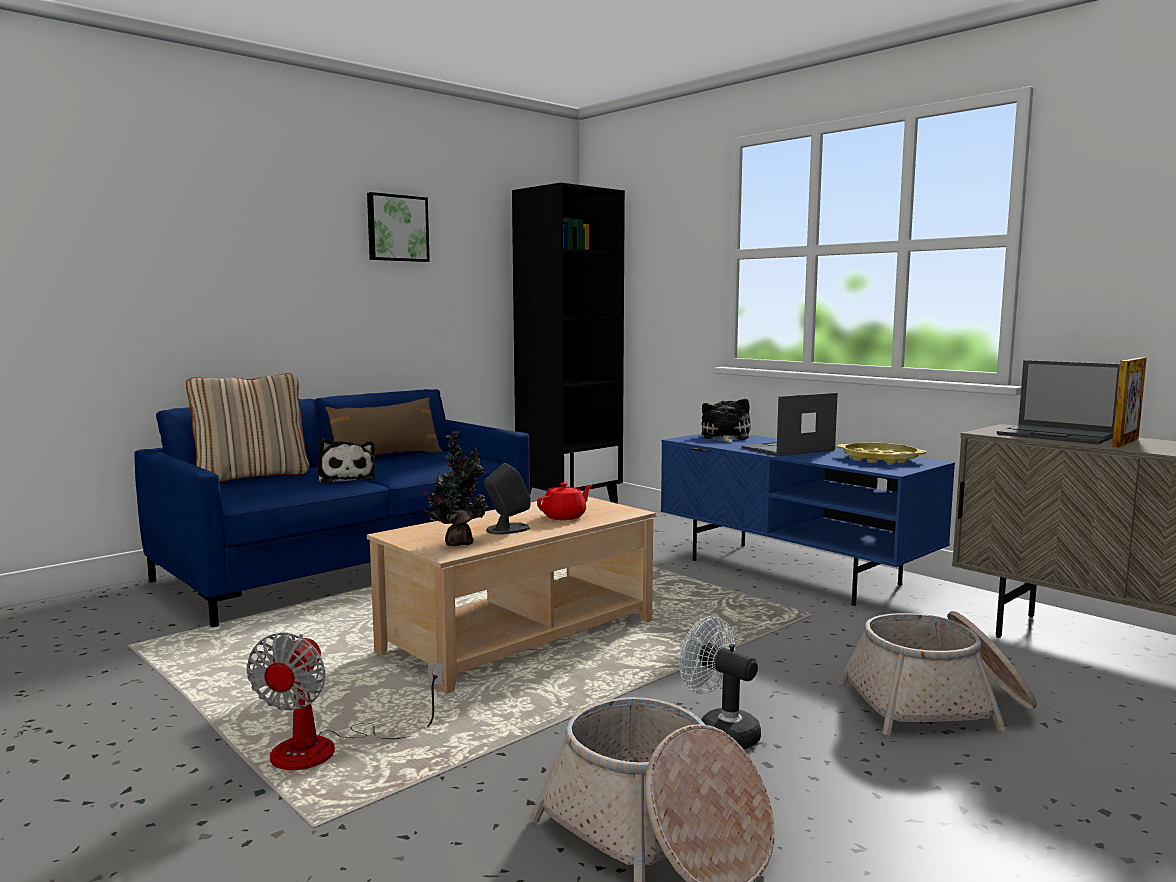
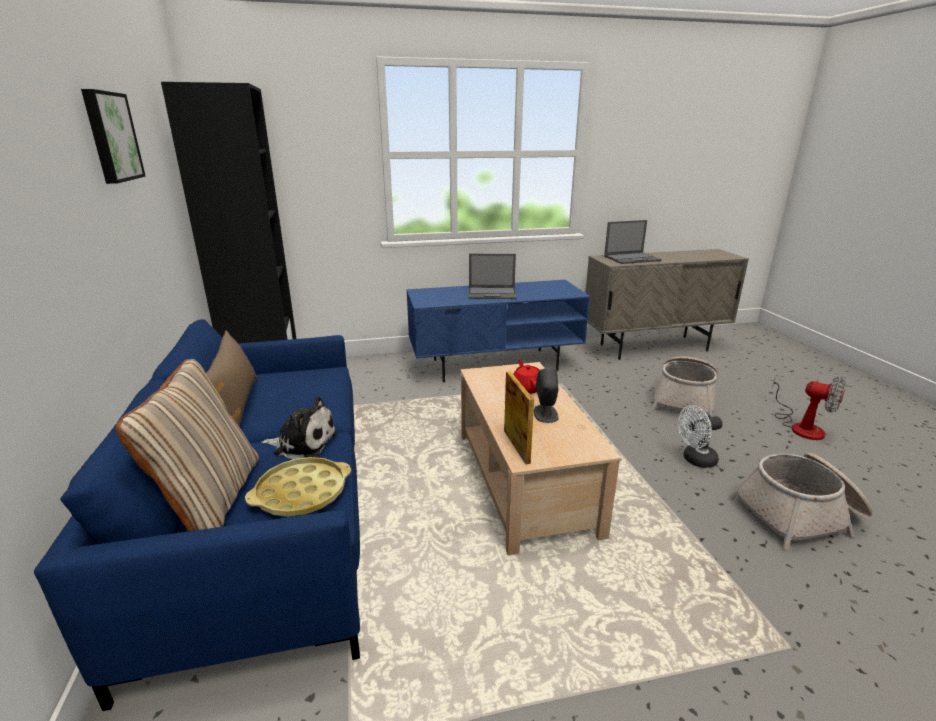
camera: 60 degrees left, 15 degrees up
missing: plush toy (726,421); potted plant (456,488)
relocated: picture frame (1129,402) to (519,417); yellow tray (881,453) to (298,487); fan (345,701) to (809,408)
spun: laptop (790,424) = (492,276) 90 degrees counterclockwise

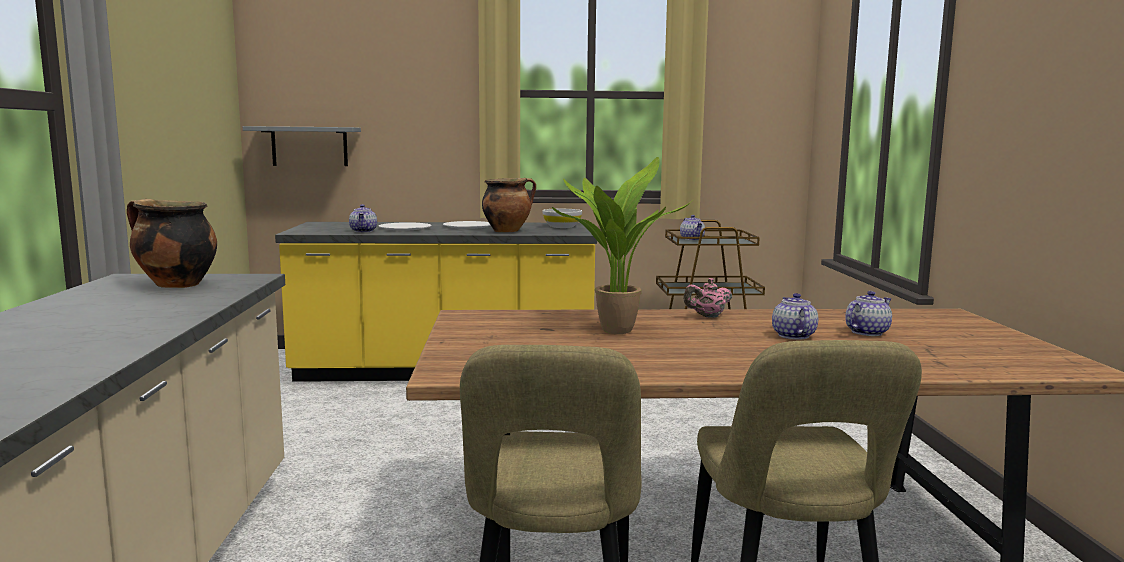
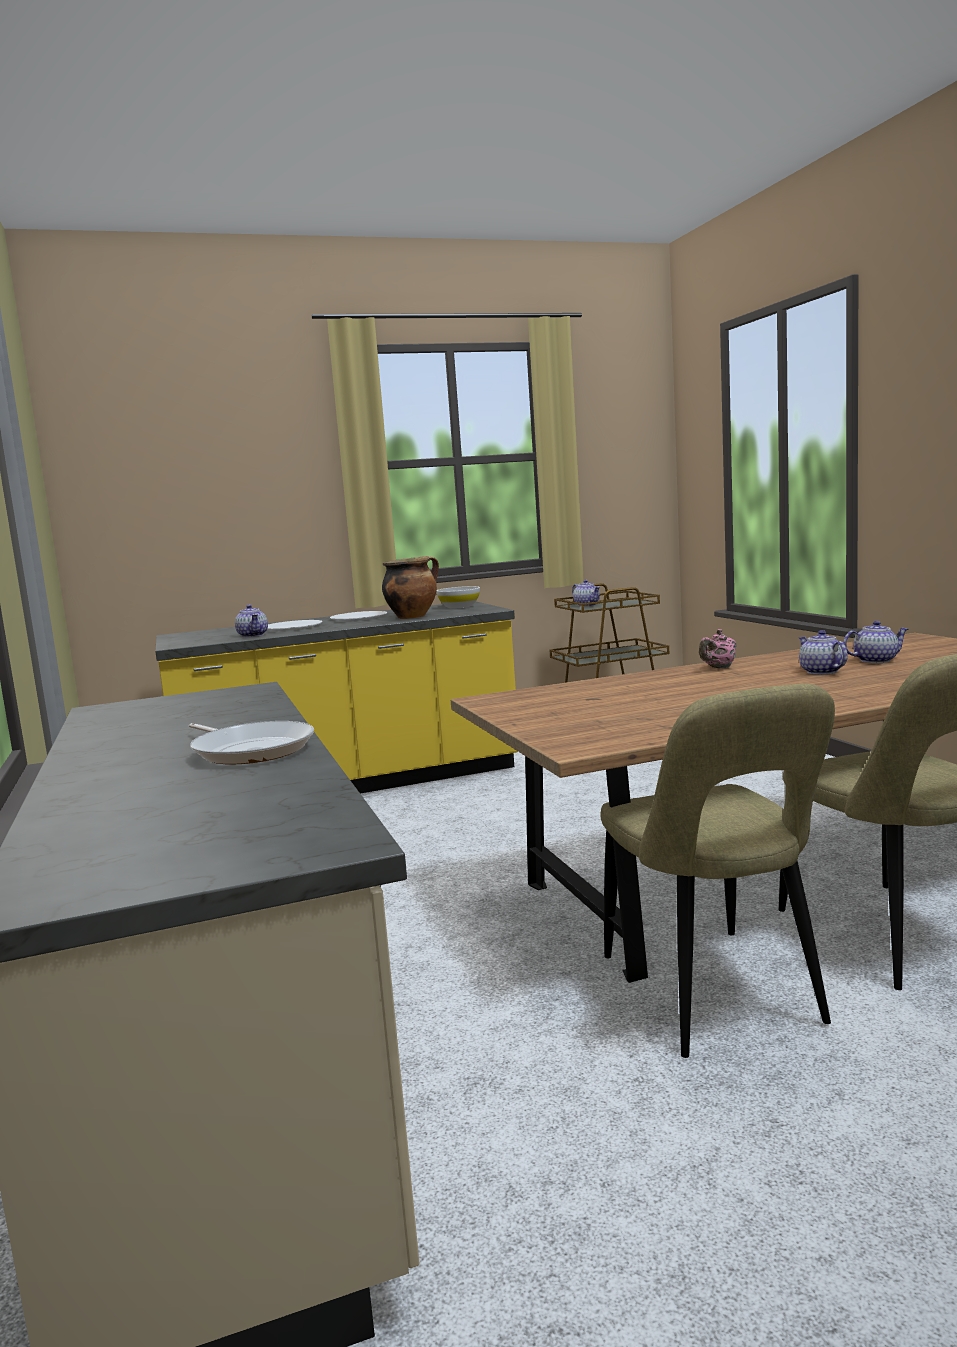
camera: 15 degrees left, 0 degrees up
missing: grey shelf (302,146); potted plant (622,245); cooking pot (172,243)
appeared: frying pan (251,742)
spun: teapot (868,313) = (875,642) 45 degrees clockwise

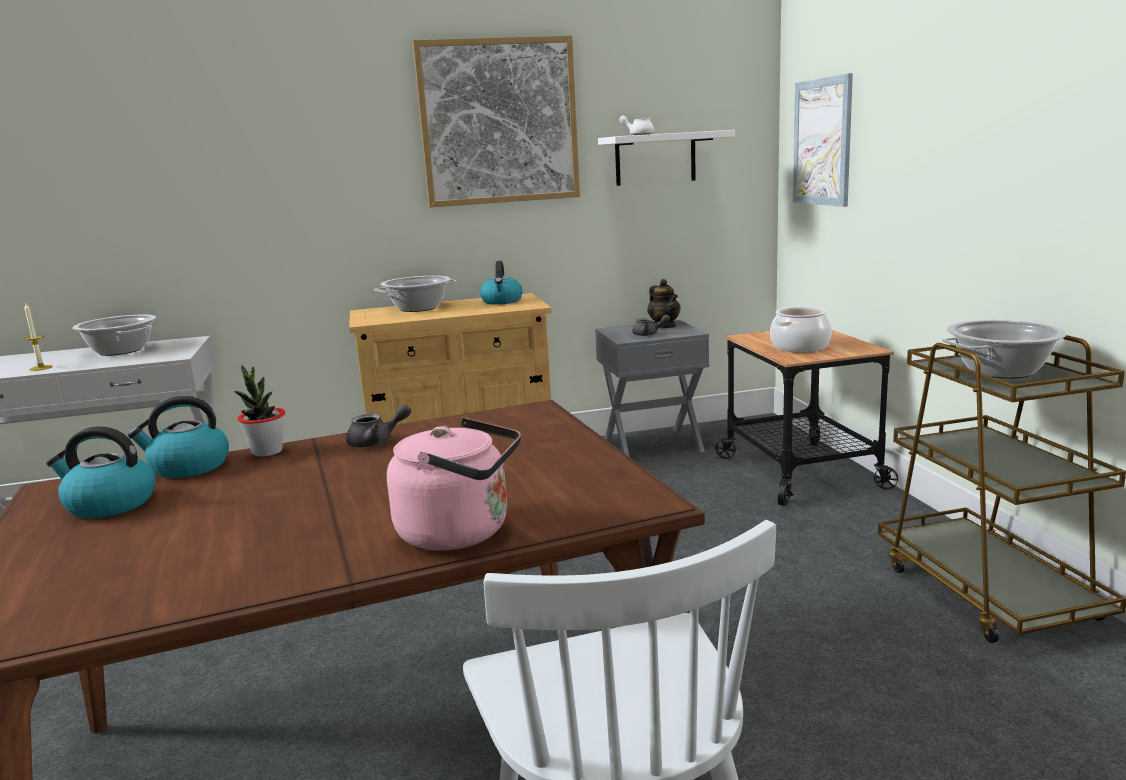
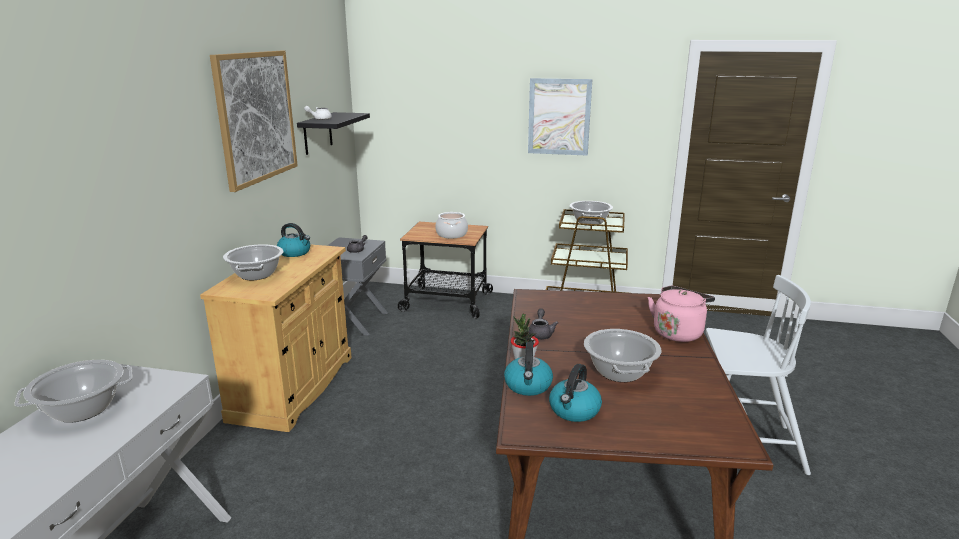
camera: 65 degrees left, 5 degrees up
missing: teapot (664,303); candle (38,337)
appeared: cooking pot (622,355)
relocated: picture (823,140) to (560,117)
colour: white shelf (666,158) to black shelf (333,133)

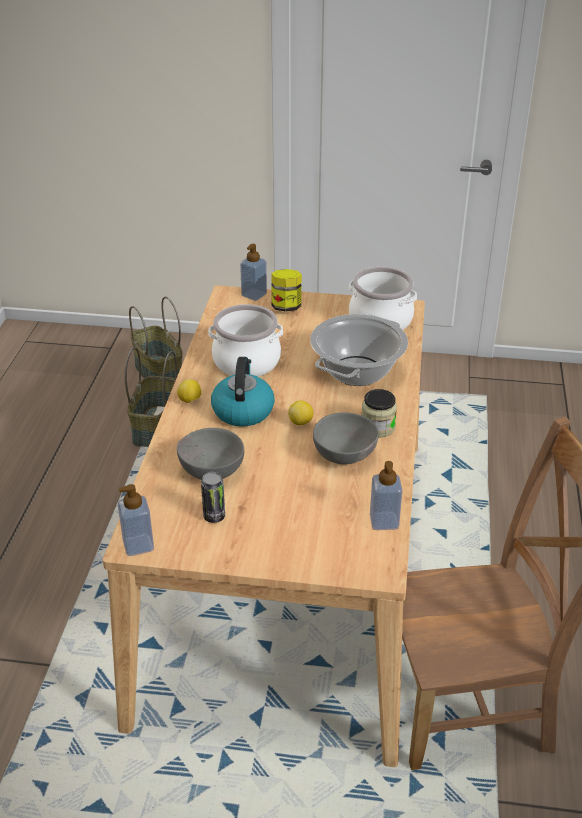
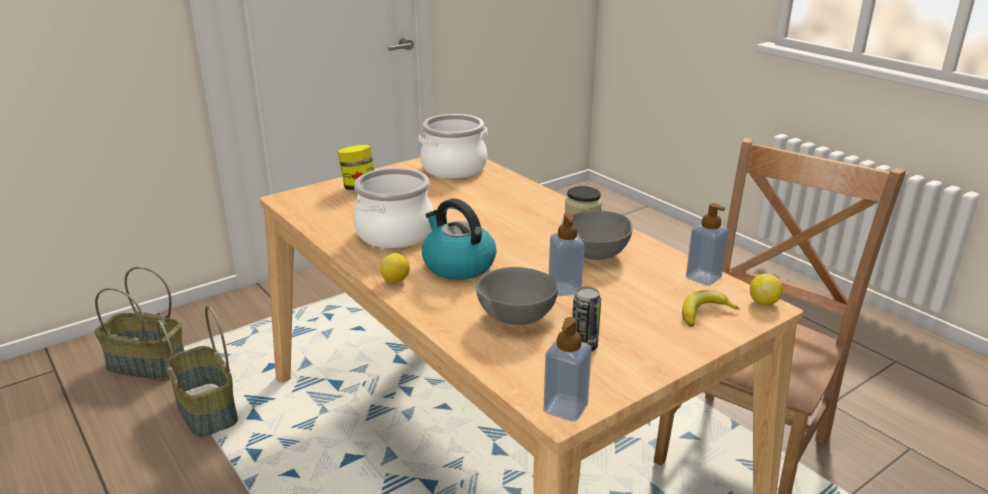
camera: 45 degrees left, 10 degrees down
missing: cooking pot (359,350)
appeared: banana (711,308)
relocated: soap dispenser (253,272) to (566,254); lemon (300,412) to (766,289)

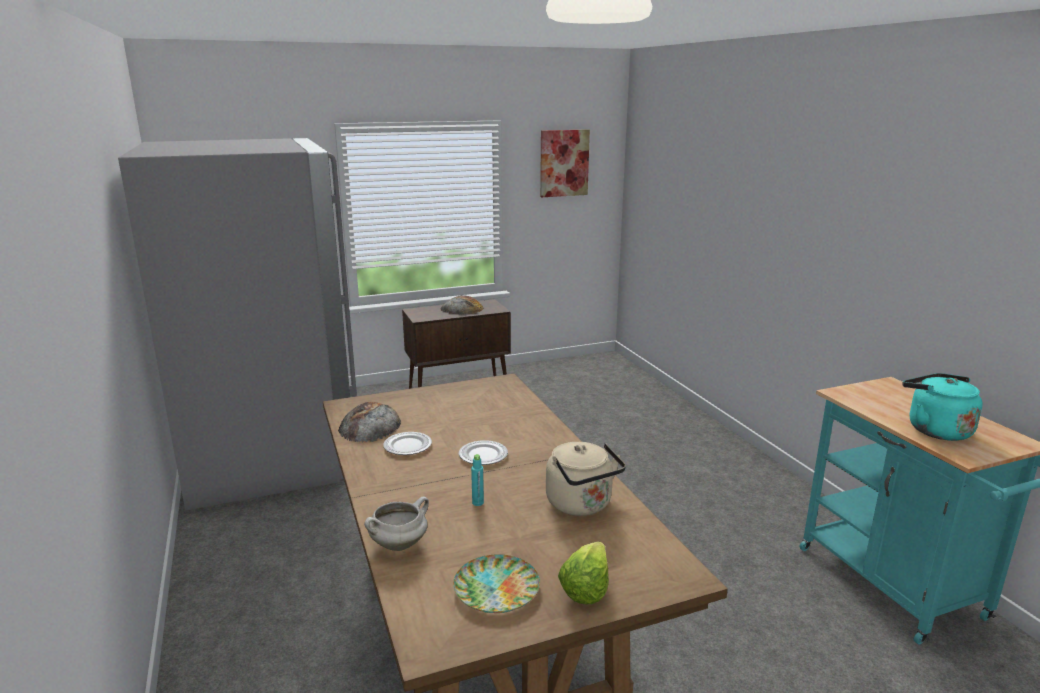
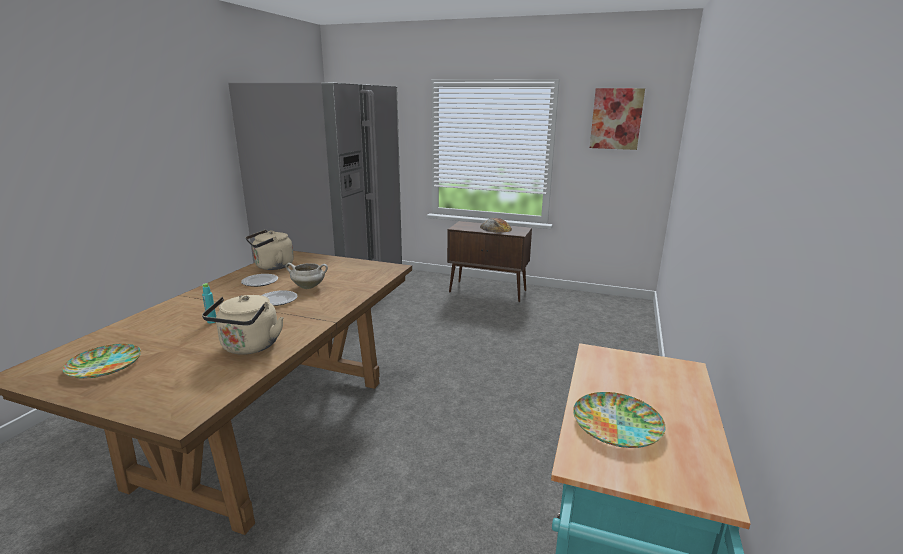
camera: 40 degrees right, 0 degrees up
missing: lettuce (583,573)
relocated: white cooking pot (396,523) to (307,276)
exchanged: turquoise kettle (943,407) to plate (619,420); bread (369,422) to beige kettle (270,250)

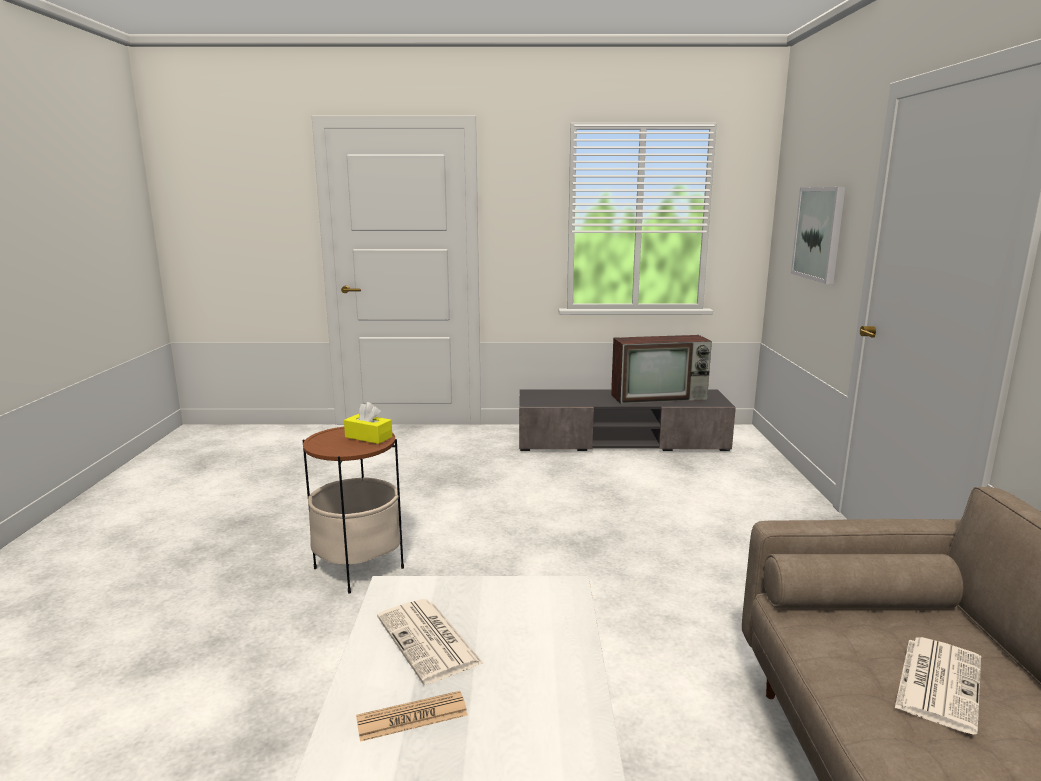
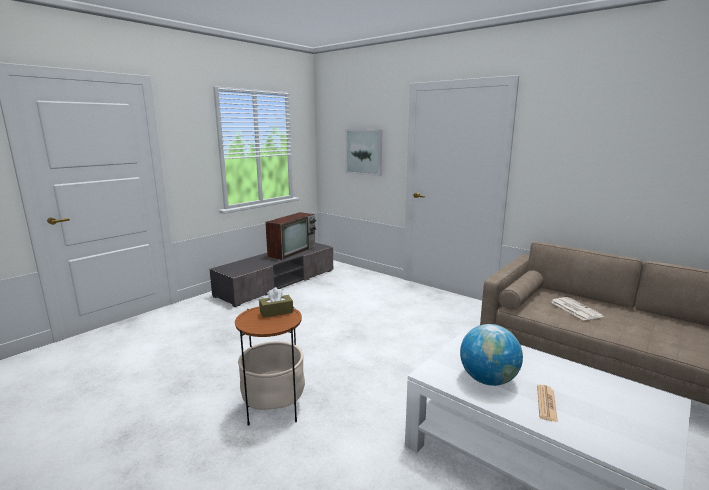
camera: 50 degrees left, 0 degrees up
exchanged: newspaper (430,641) to globe (491,355)
colour: yellow tissue box (368,423) to brown tissue box (276,302)

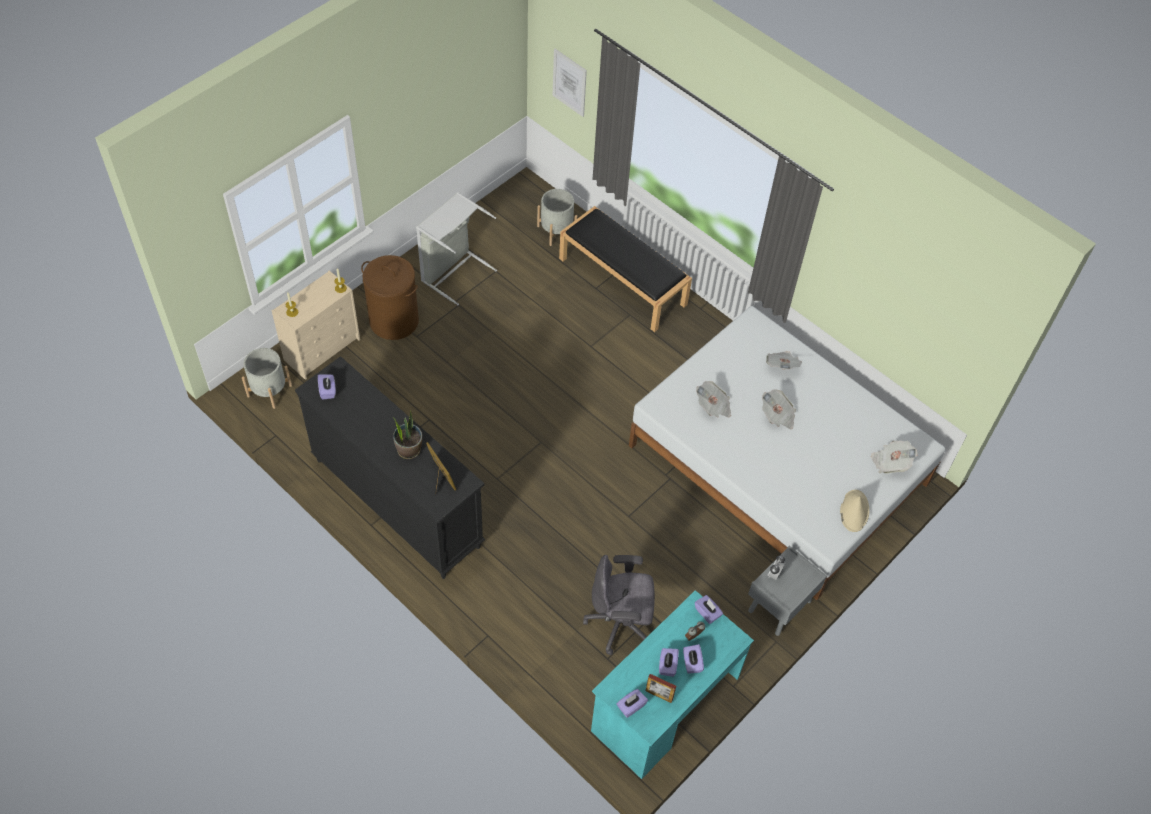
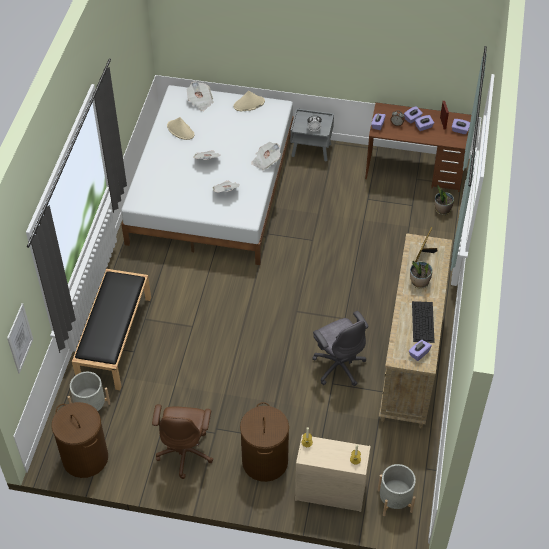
camera: 120 degrees left, 5 degrees down
appeared: beige hat (180,128); potted plant (444,200); keyboard (423,322); brown laundry basket (79,440)
relocated: newspaper (784,360) to (266,156); grey office chair (619,605) to (340,348)
exchanged: grey laundry basket (456,248) to brown office chair (182,441)
colour: black dresser (390,467) to beige dresser (415,330); turquoise desk (672,684) to brown desk (418,147)

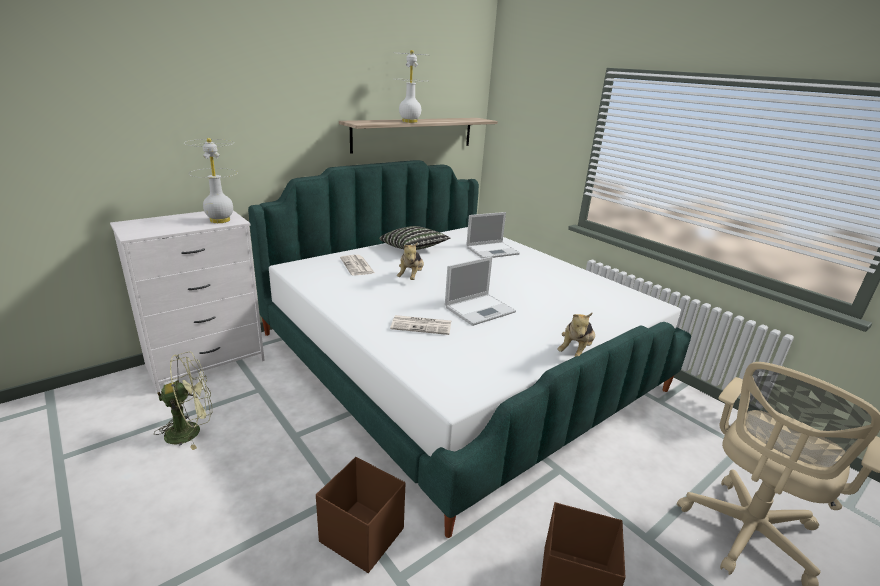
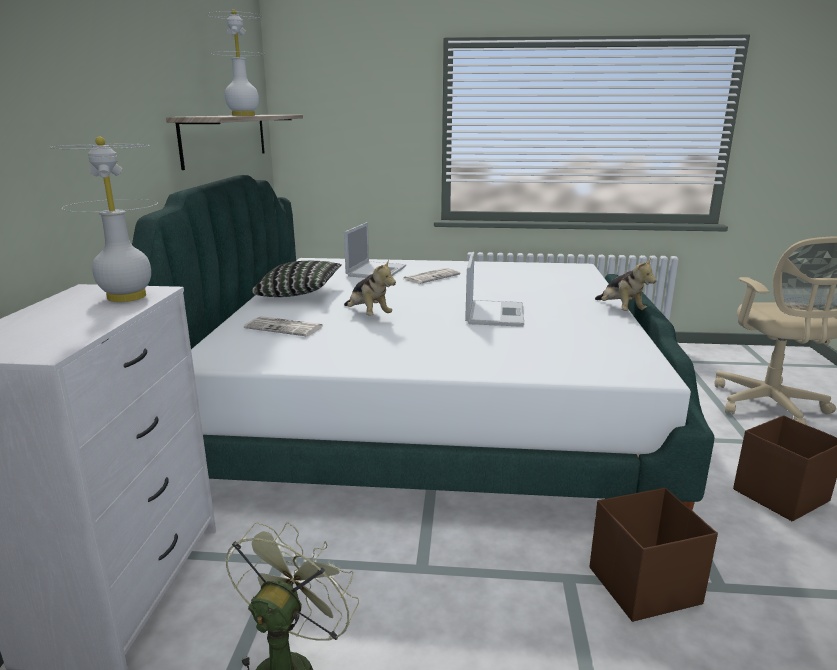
camera: 45 degrees left, 5 degrees down
relocated: newspaper (420,325) to (432,276)

